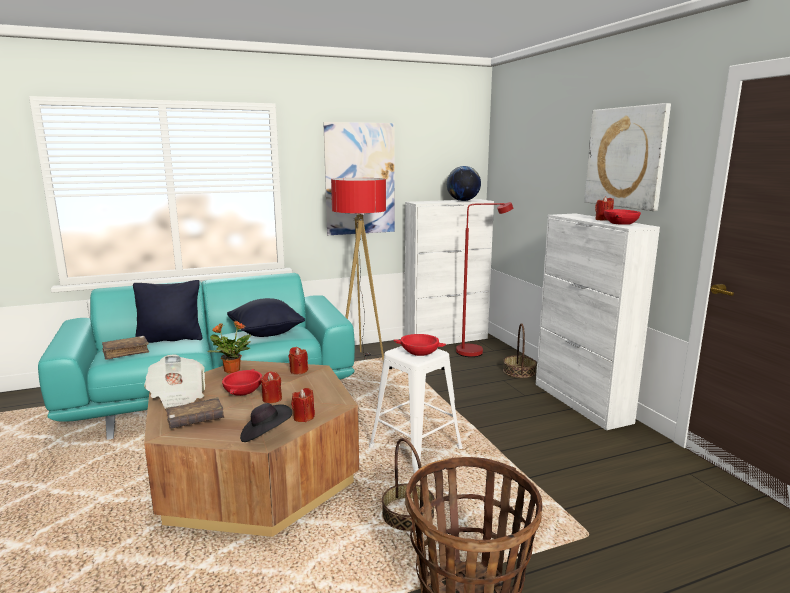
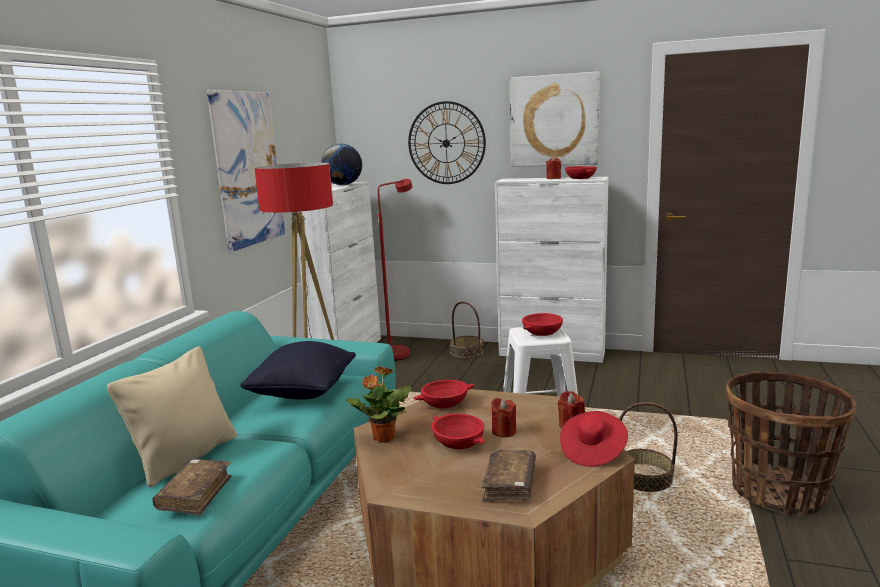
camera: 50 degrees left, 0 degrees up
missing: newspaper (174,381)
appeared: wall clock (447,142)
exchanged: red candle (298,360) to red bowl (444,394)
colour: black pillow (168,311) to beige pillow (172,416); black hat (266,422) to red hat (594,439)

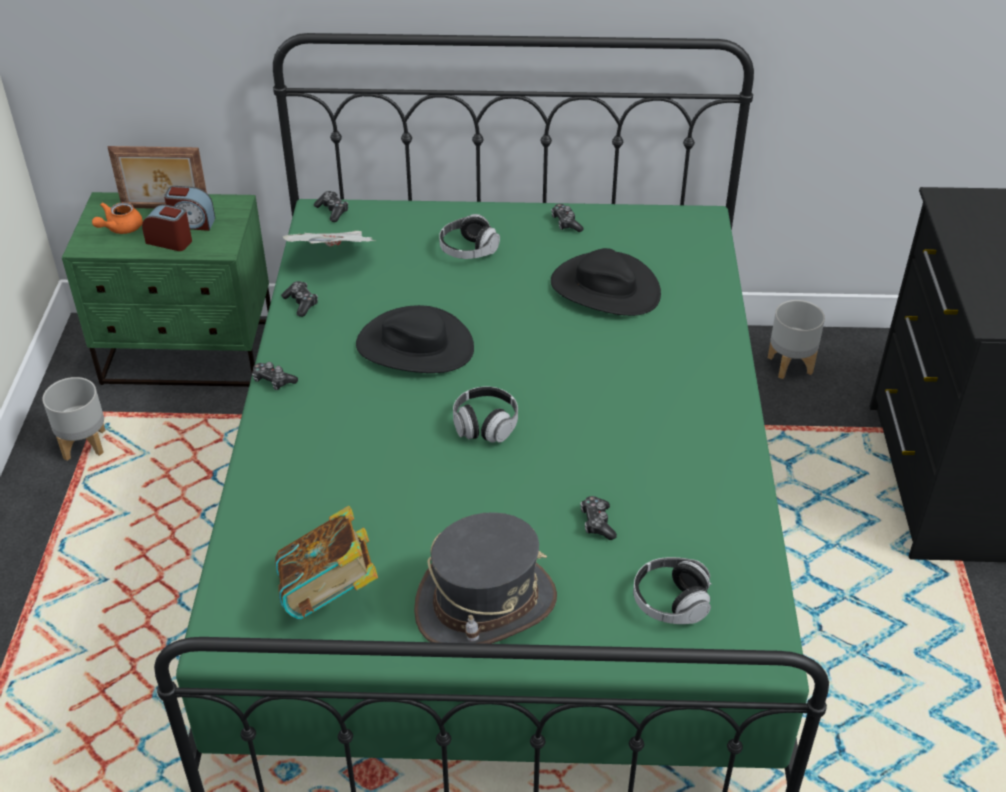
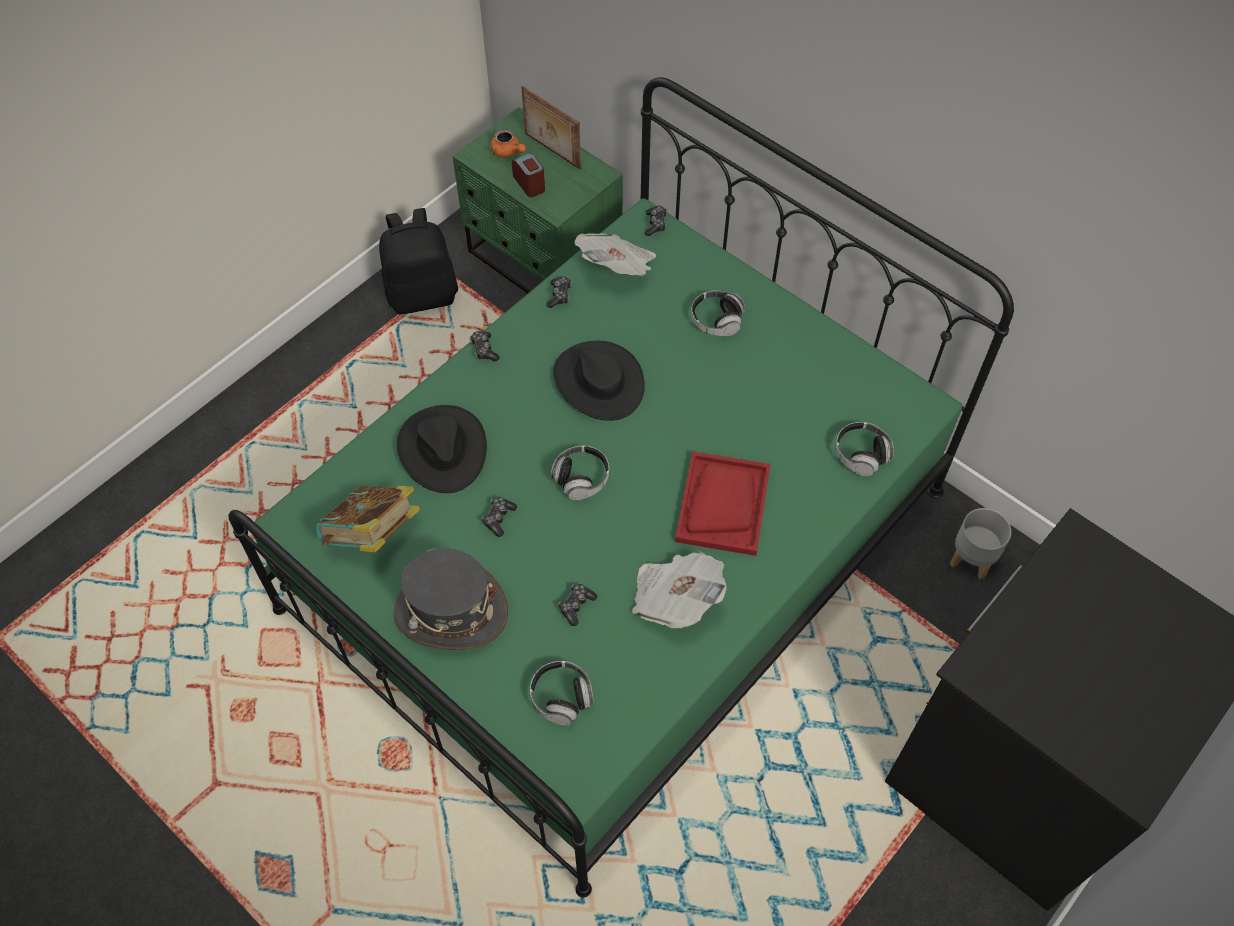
camera: 40 degrees right, 15 degrees up
missing: alarm clock (189,208)
appeared: headphones (864,449); red tray (722,503); newspaper (679,590)
relocated: game controller (567,218) to (499,517); black hat (606,282) to (442,449)
exchanged: grey planter (74,419) to black backpack (418,261)
spun: orange teapot (117,218) = (508,143) 120 degrees counterclockwise

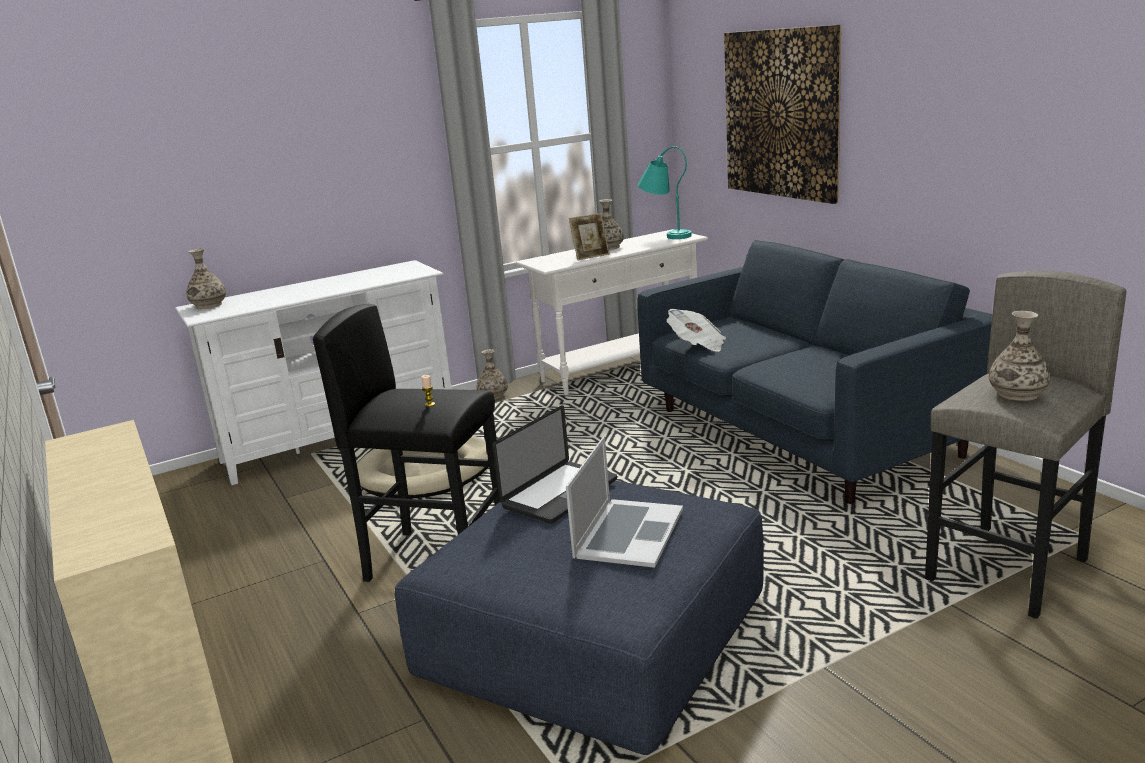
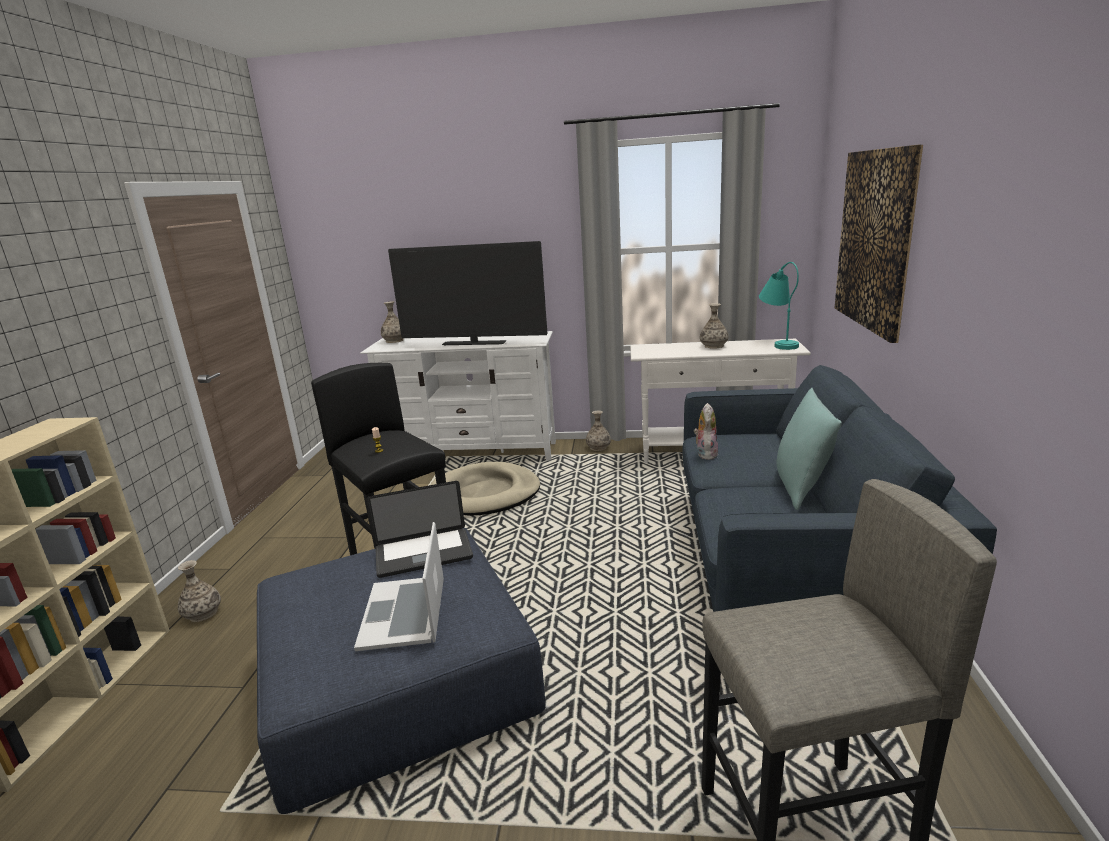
camera: 35 degrees right, 0 degrees up
missing: picture frame (589,236)
appeared: television (468,293); turquoise pillow (809,449)
relocated: vase (1019,356) to (199,591)
exchanged: newspaper (696,330) to plush toy (706,431)
spun: laptop (624,502) = (399,586) 120 degrees clockwise

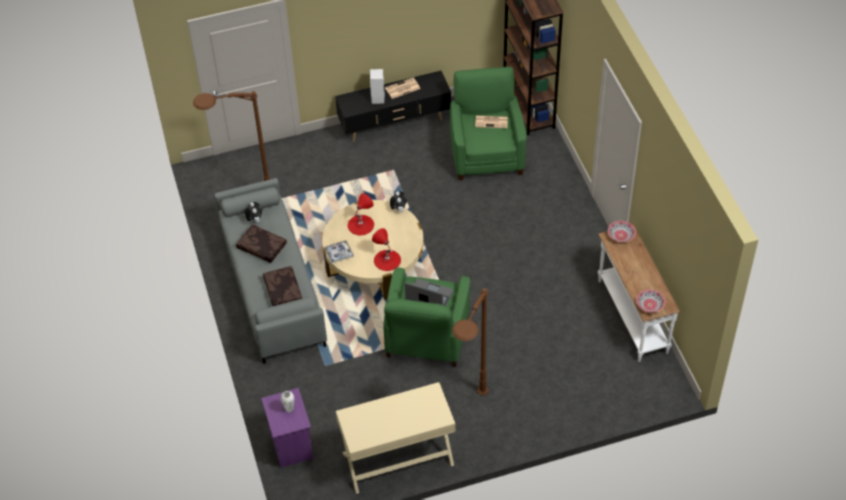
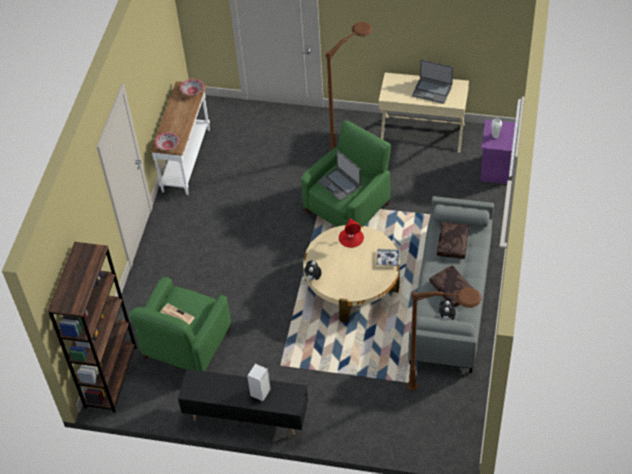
camera: 150 degrees left, 0 degrees up
missing: newspaper (402,88); red table lamp (361,214)
appeared: laptop (432,81)

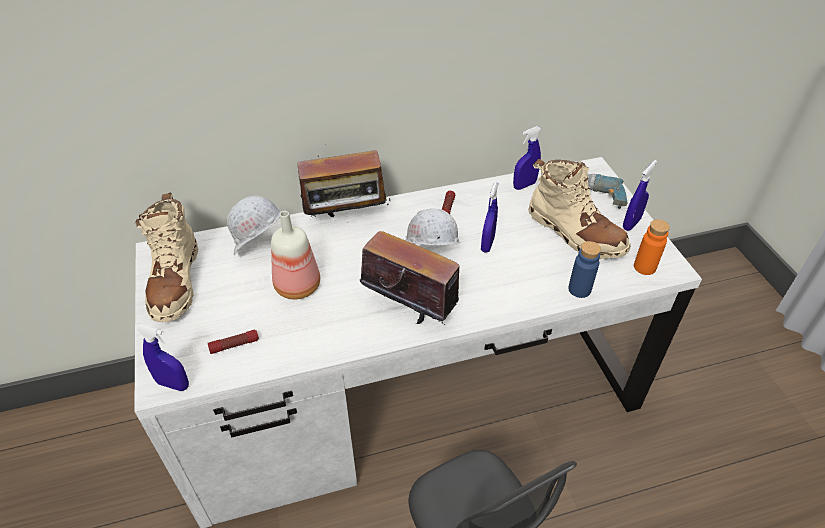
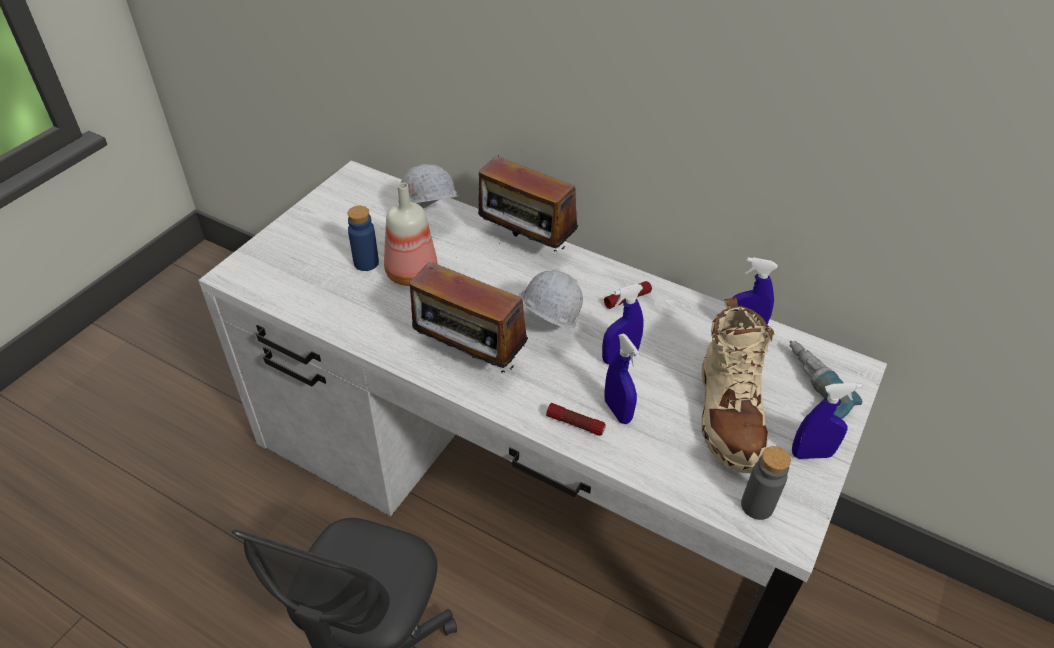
camera: 45 degrees right, 0 degrees up
missing: beige boot (166,257)
relocated: blue bottle (584,269) to (363,238); blue spray bottle (162,358) to (622,378); flashlight (233,342) to (576,419)
colour: orange bottle (652,247) to grey bottle (766,483)
spun: radio (409,278) = (469,317) 135 degrees clockwise

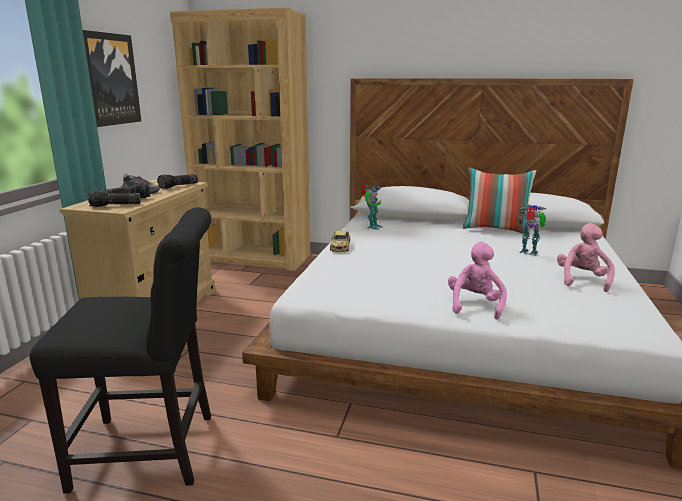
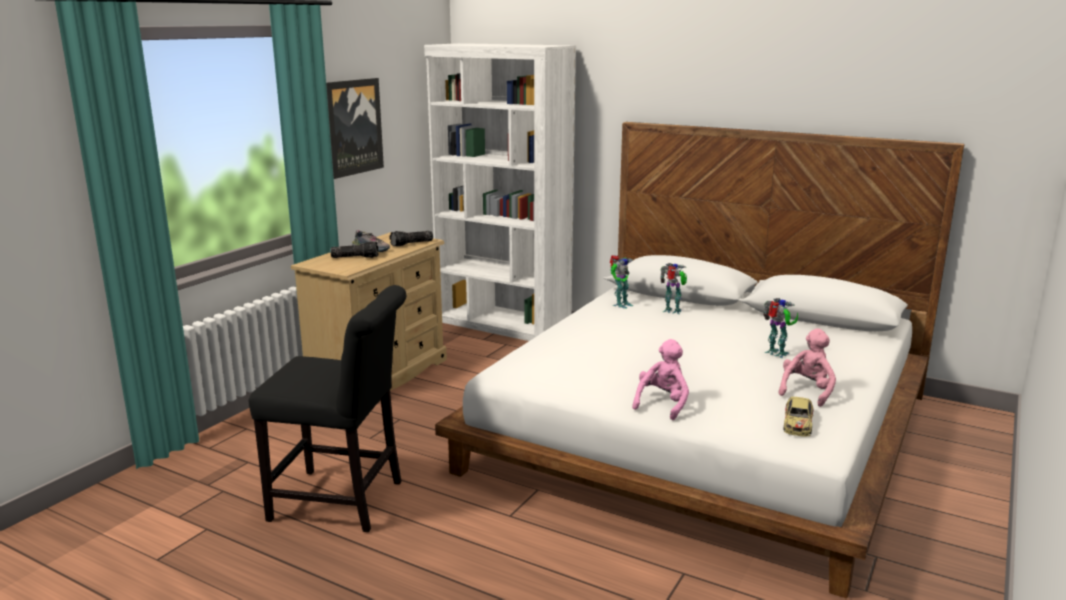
camera: 15 degrees right, 0 degrees up
missing: pillow (499,201); flashlight (114,198)
appeared: toy robot (673,288)
relocated: toy car (340,241) to (798,417)
colour: brown bookcase (240,139) to white bookcase (500,192)

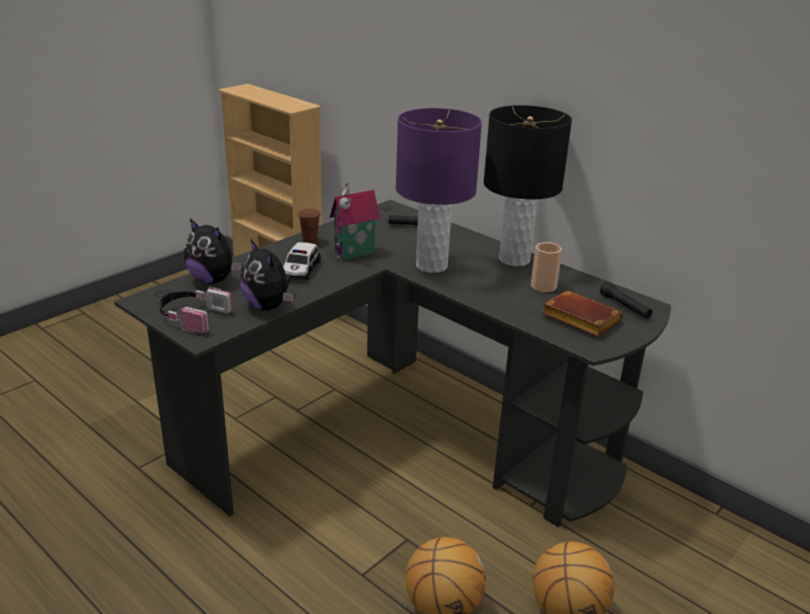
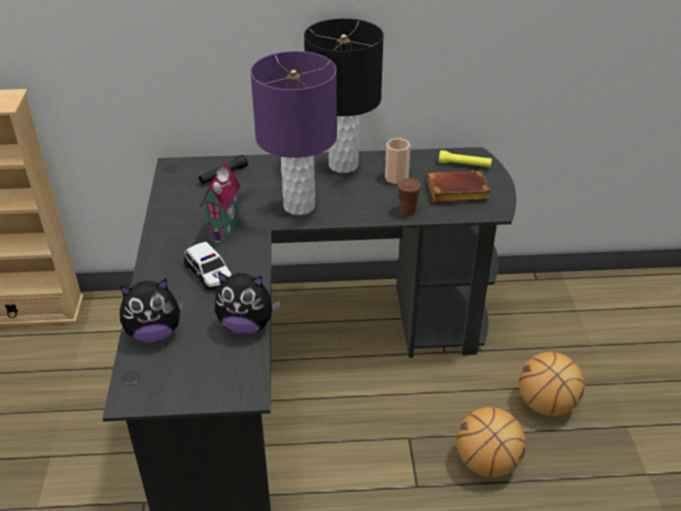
camera: 45 degrees left, 10 degrees up
missing: headphones (195,310)
relocated: brown cup (309,226) to (409,197)
colour: black flashlight (626,300) to yellow flashlight (465,158)

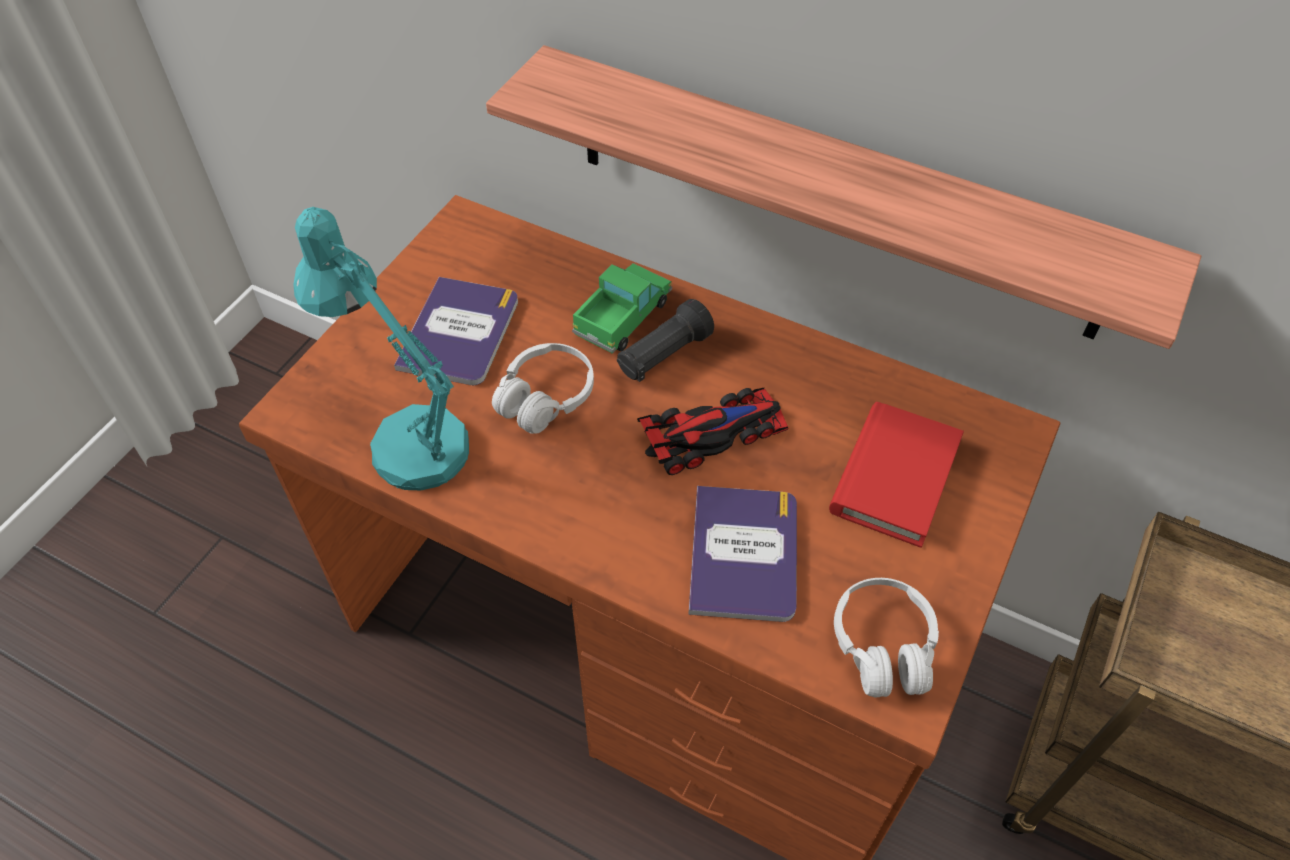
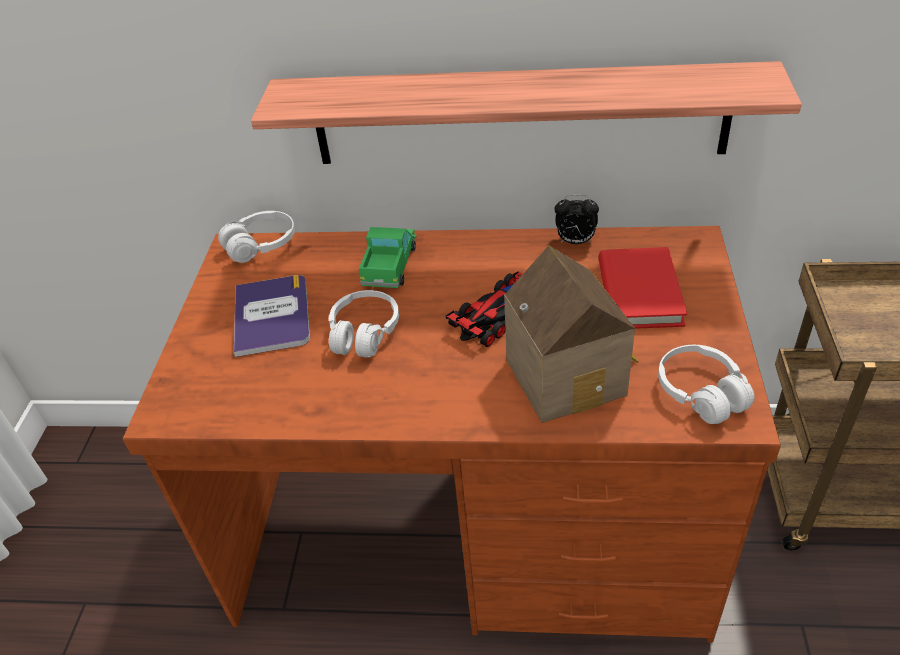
camera: 20 degrees left, 10 degrees down
missing: turquoise table lamp (381,348); black flashlight (665,340)
appeared: alarm clock (577,219); white headphones (256,237)
exchanged: book (742,554) to toy house (571,334)

